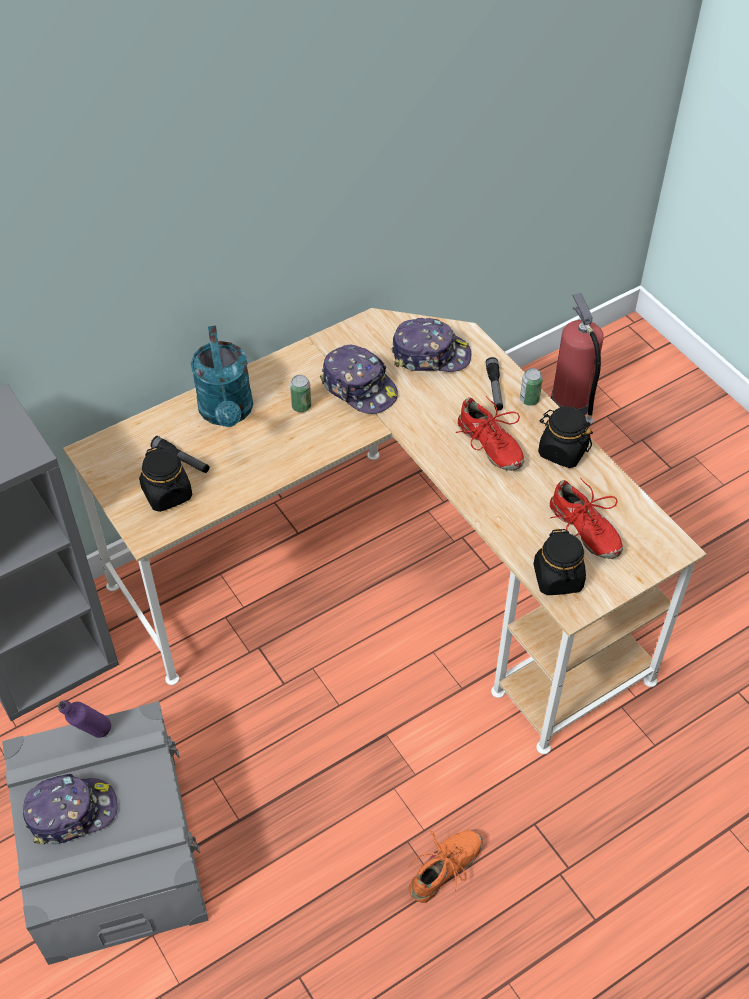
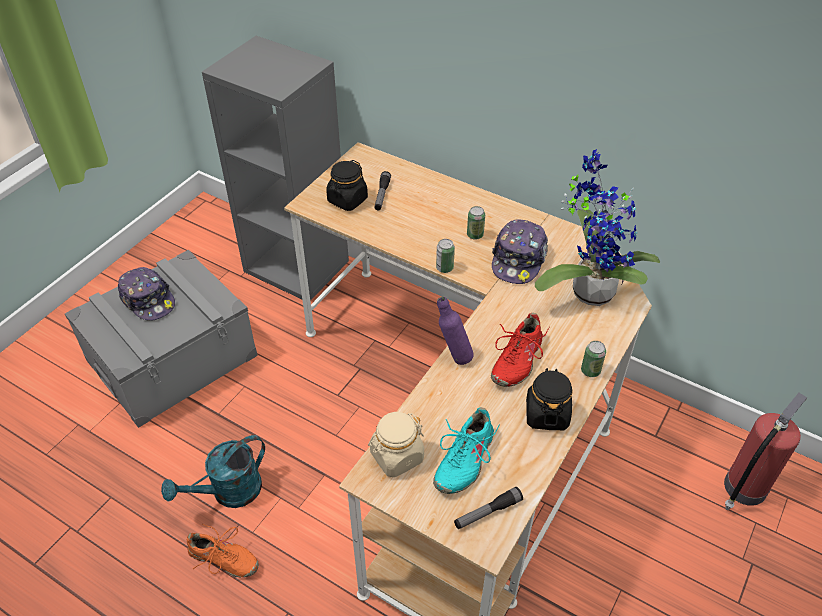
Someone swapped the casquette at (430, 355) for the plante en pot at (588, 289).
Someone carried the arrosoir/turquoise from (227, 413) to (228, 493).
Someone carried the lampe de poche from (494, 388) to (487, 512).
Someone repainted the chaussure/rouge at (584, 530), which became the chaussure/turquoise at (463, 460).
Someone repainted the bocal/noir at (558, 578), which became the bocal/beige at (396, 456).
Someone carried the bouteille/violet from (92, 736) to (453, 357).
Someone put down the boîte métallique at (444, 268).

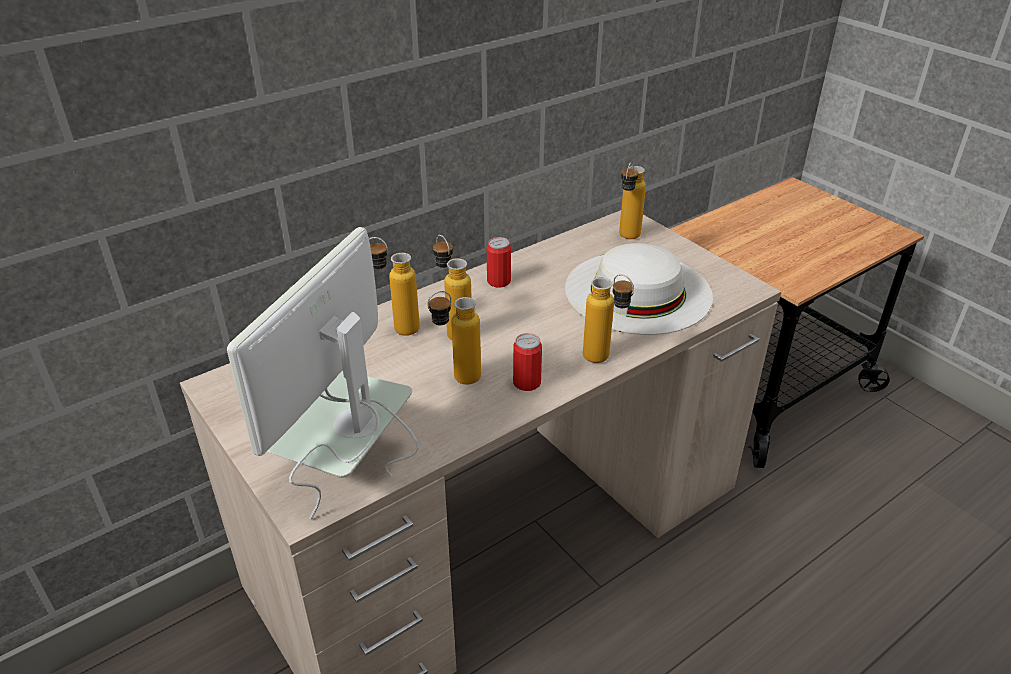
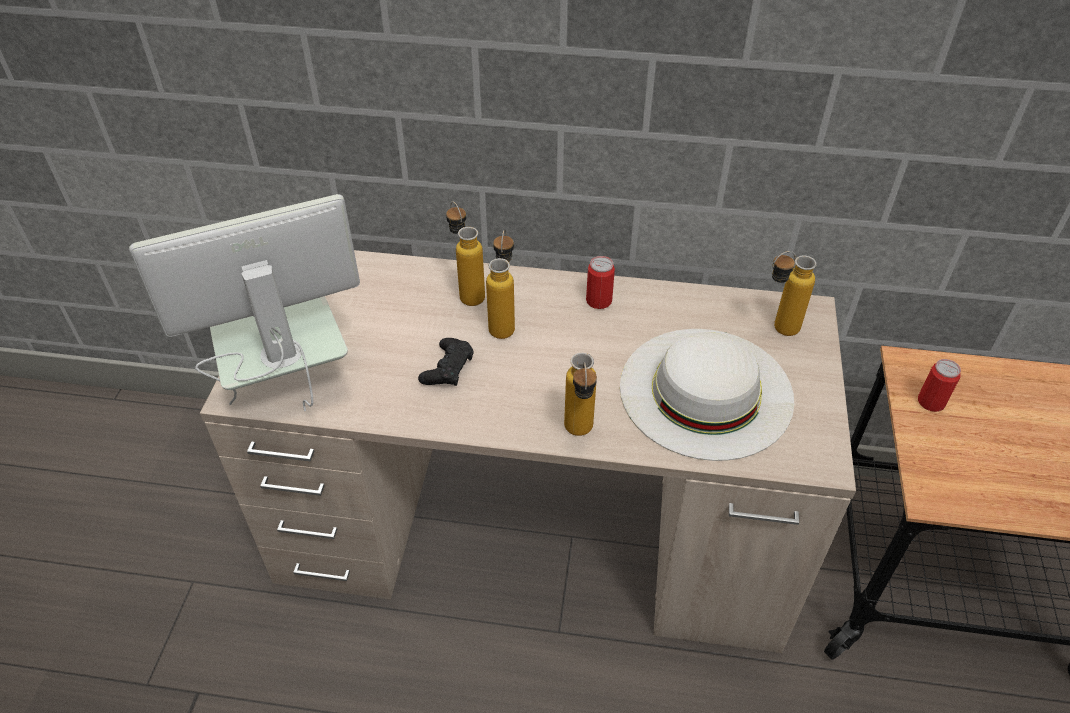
Someone swapped the bouteille at (456, 380) for the manette/noir at (448, 368).
Someone carried the boîte métallique from (526, 383) to (931, 402).

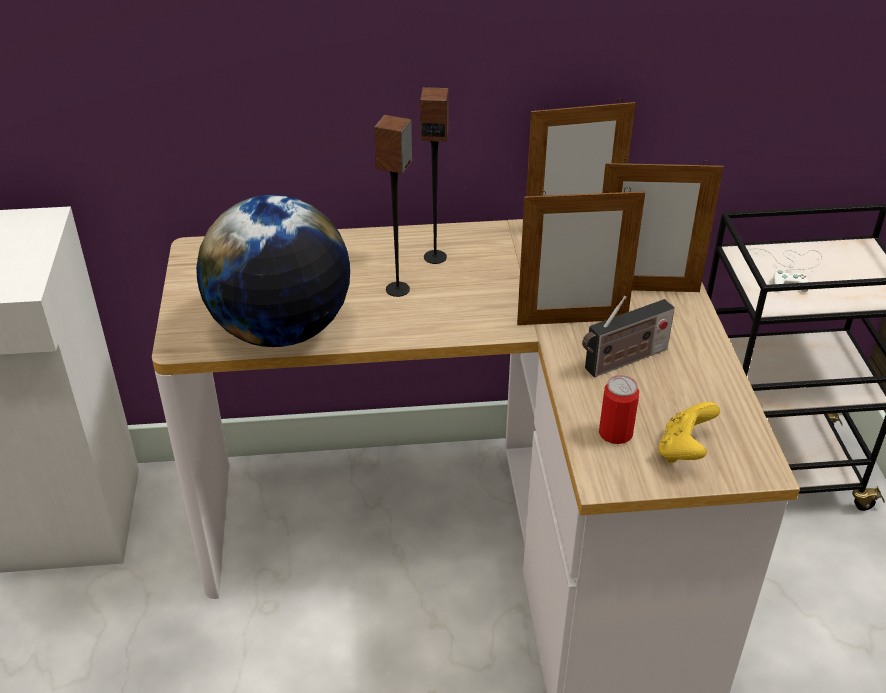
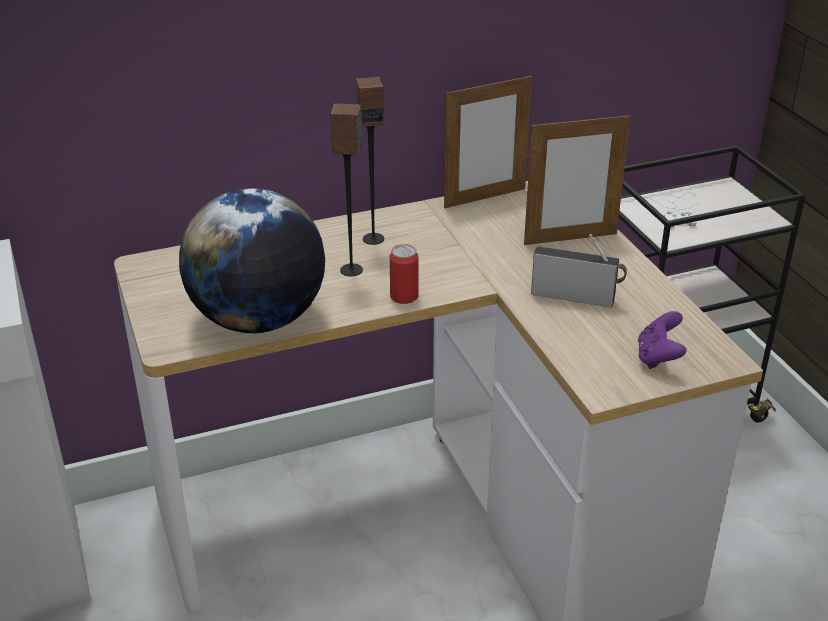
Someone took away the cadre photo at (572, 321).
Someone rotated the radio at (623, 361) by 120 degrees counterclockwise.
Someone carried the boîte métallique from (615, 433) to (404, 296).
Someone repainted the manette/jaune at (684, 450), which became the manette/violet at (658, 357).

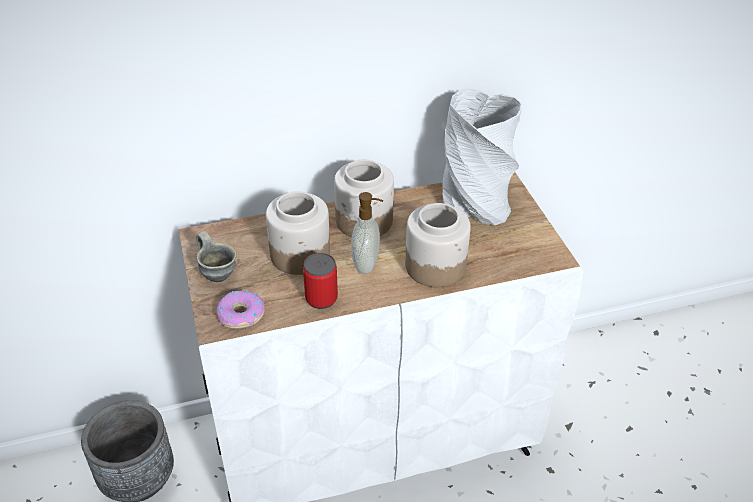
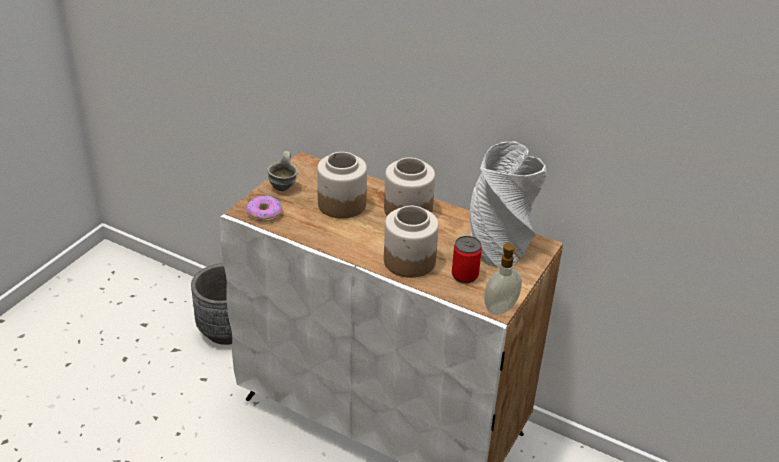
Someone carried the distributeur de savon from (367, 264) to (501, 309).
Someone carried the boîte métallique from (321, 298) to (464, 275).

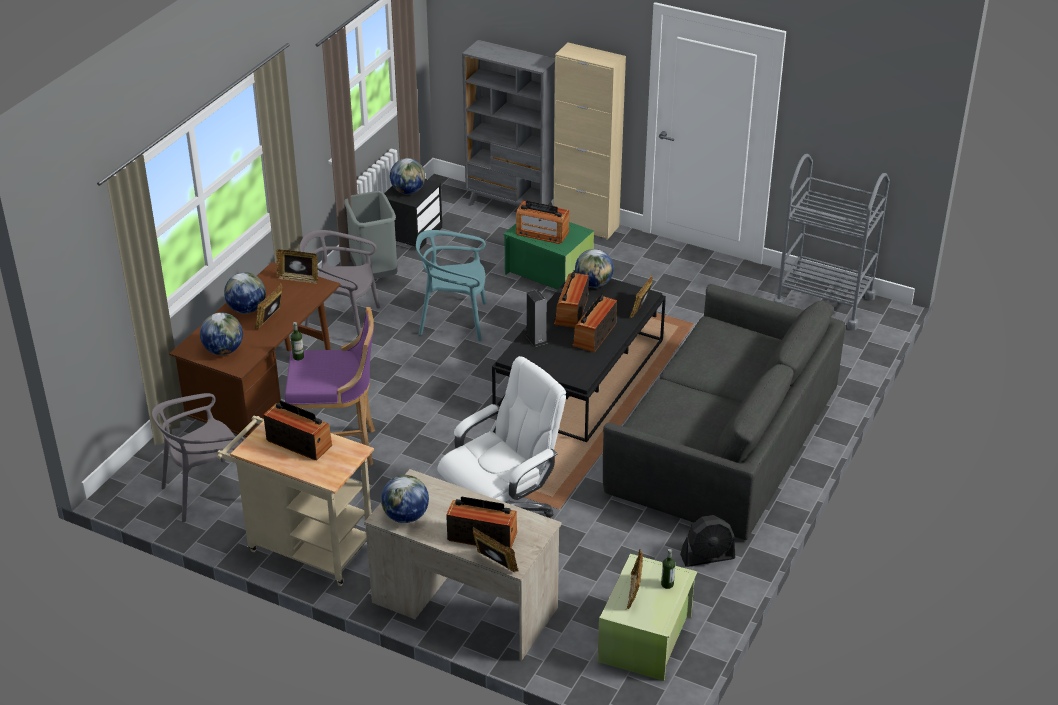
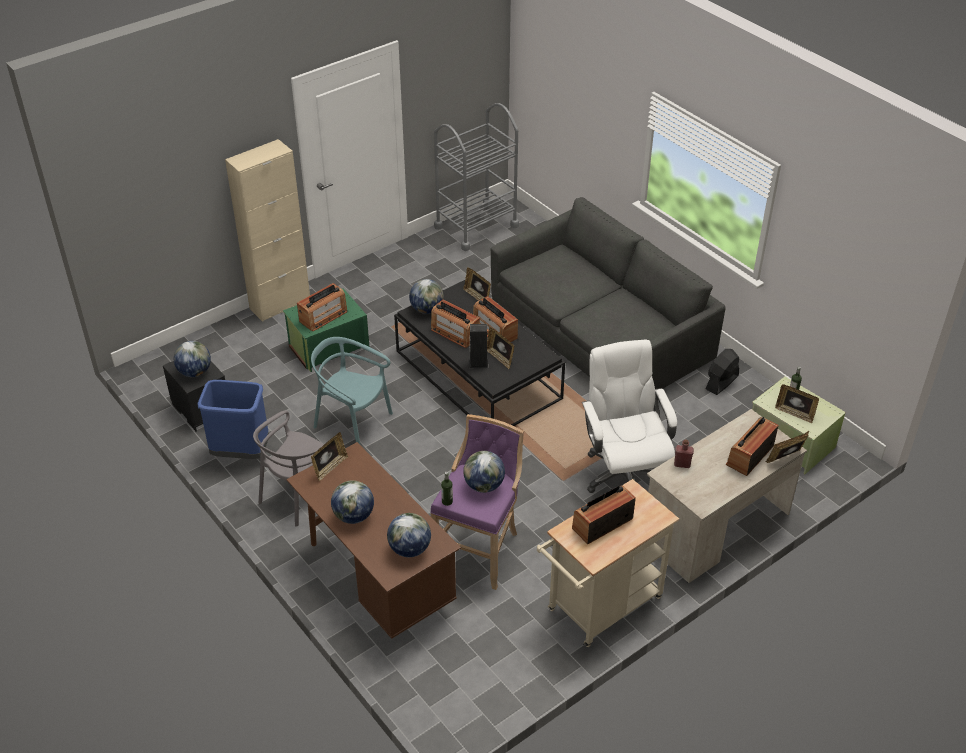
Someone took away the bibliothèque/gris at (511, 207).
Someone repainted the poubelle/gris at (374, 273), which became the poubelle/bleu at (241, 452).
Someone rotated the chaise/turquoise at (454, 321) by 90 degrees clockwise.
Someone carried the cadre photo from (271, 320) to (500, 358).
Someone took away the chaise/gris at (207, 492).
Someone carried the globe from (405, 516) to (484, 486).
Someone rotated the ventilateur/noir at (707, 557) by 150 degrees counterclockwise.
Someone put down the bouteille/rouge at (682, 464).

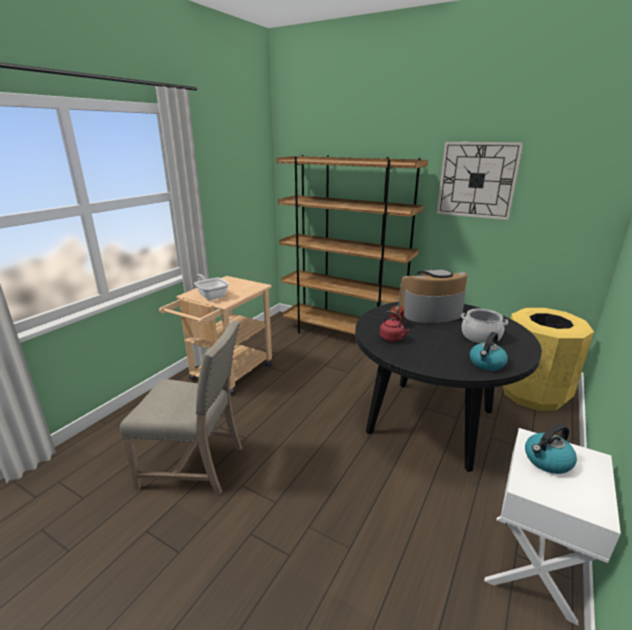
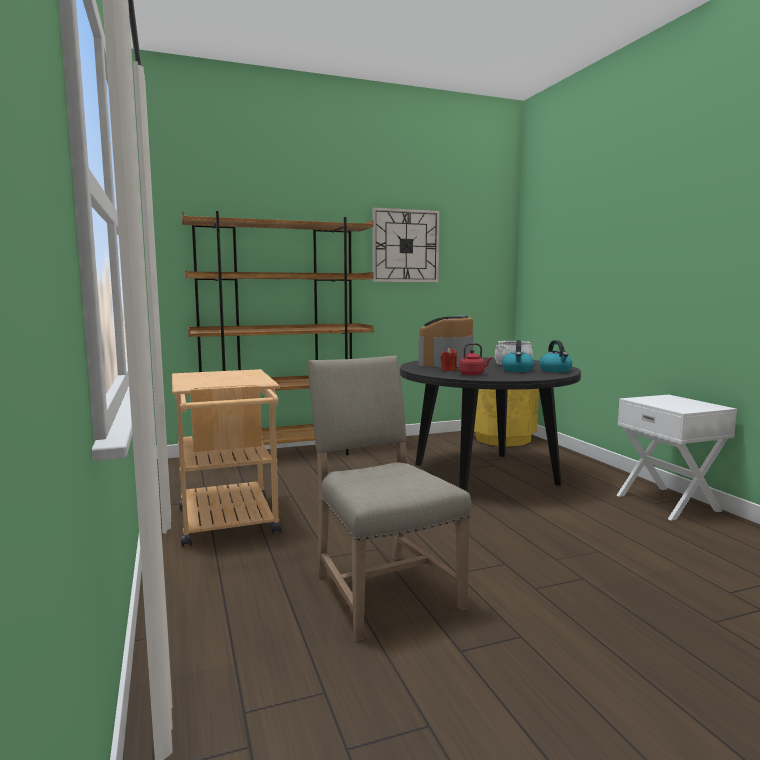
Someone took away the poêle at (212, 295).
Someone rotated the chaise/beige at (196, 465) by 75 degrees counterclockwise.
Someone carried the bouilloire from (547, 461) to (517, 370).

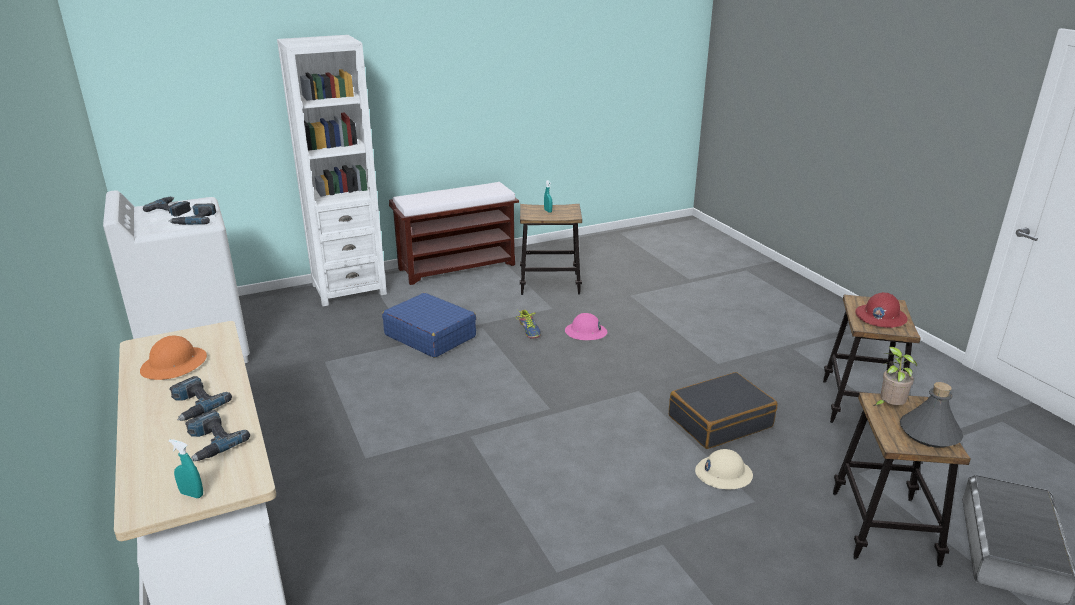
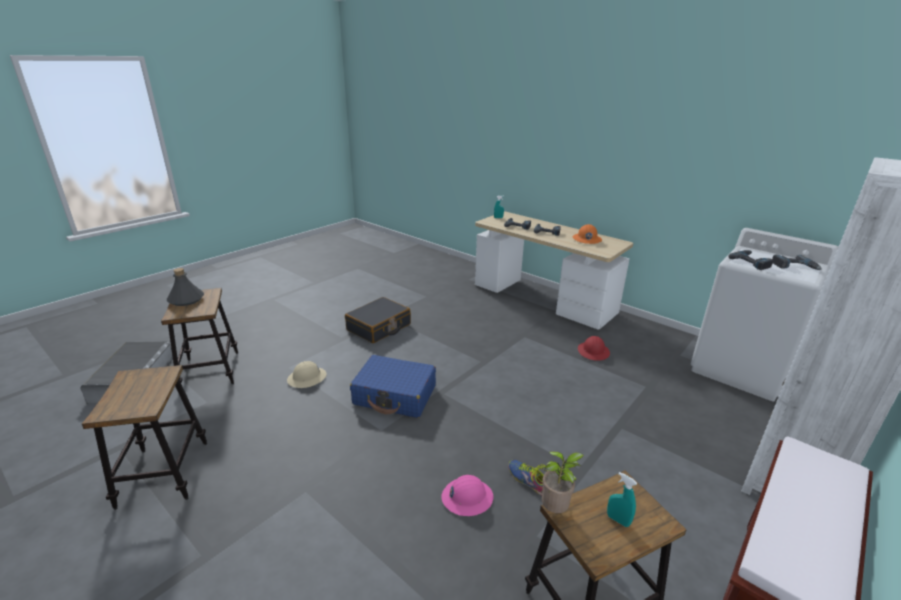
Someone carried the casque de chantier/rouge from (880, 317) to (593, 352).
Someone carried the valise/bleu from (430, 335) to (395, 395).
Someone carried the plante en pot from (888, 407) to (556, 510).
Someone carried the valise/noir from (719, 421) to (379, 327).

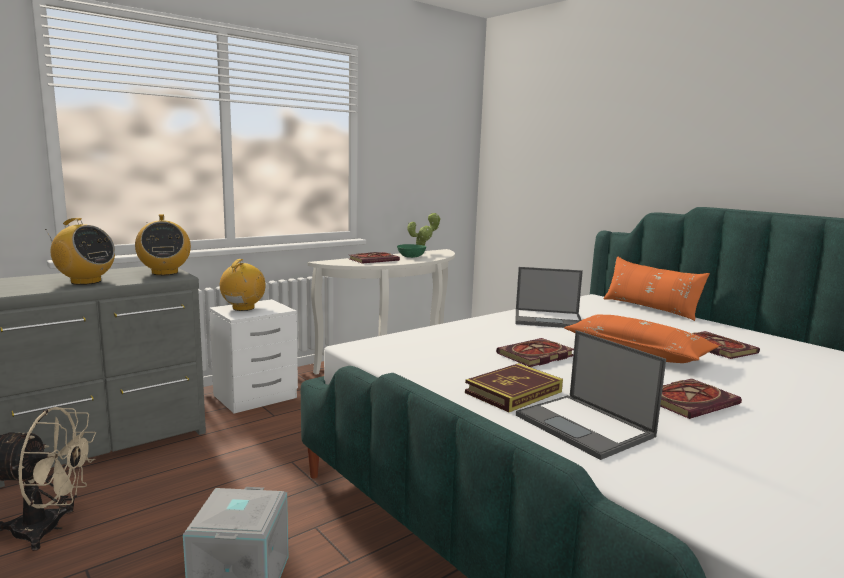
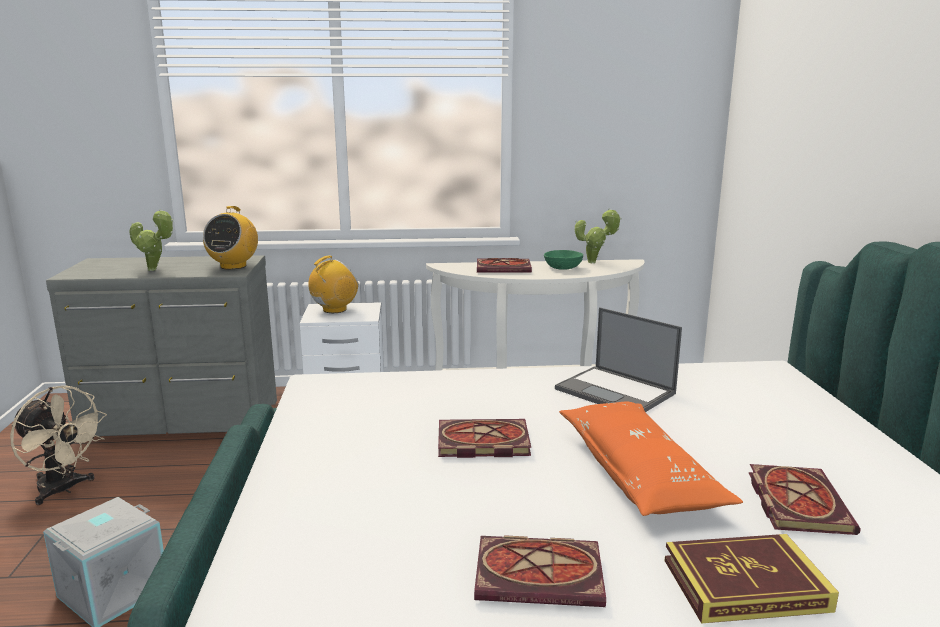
Someone swapped the radio at (85, 282) for the plante en pot at (155, 270).
Someone took away the coussin/orange at (650, 308).
Someone took away the ordinateur portable at (585, 426).
Someone carried the livre from (513, 392) to (745, 585).

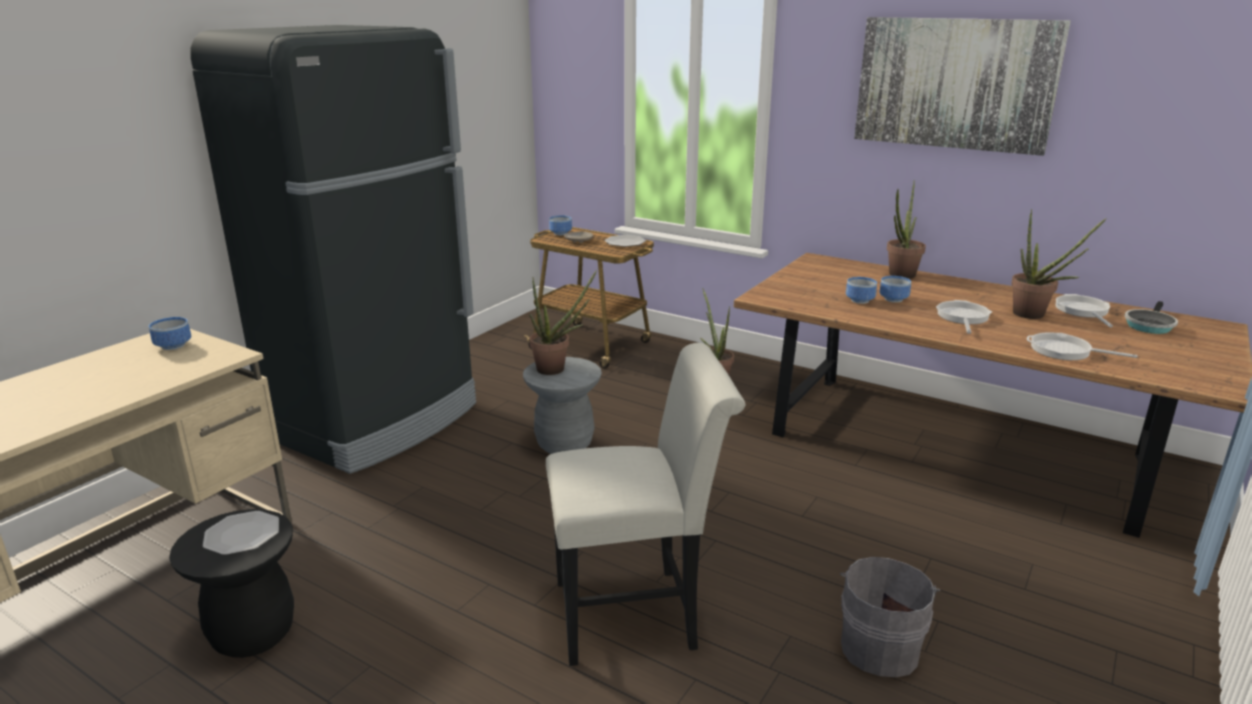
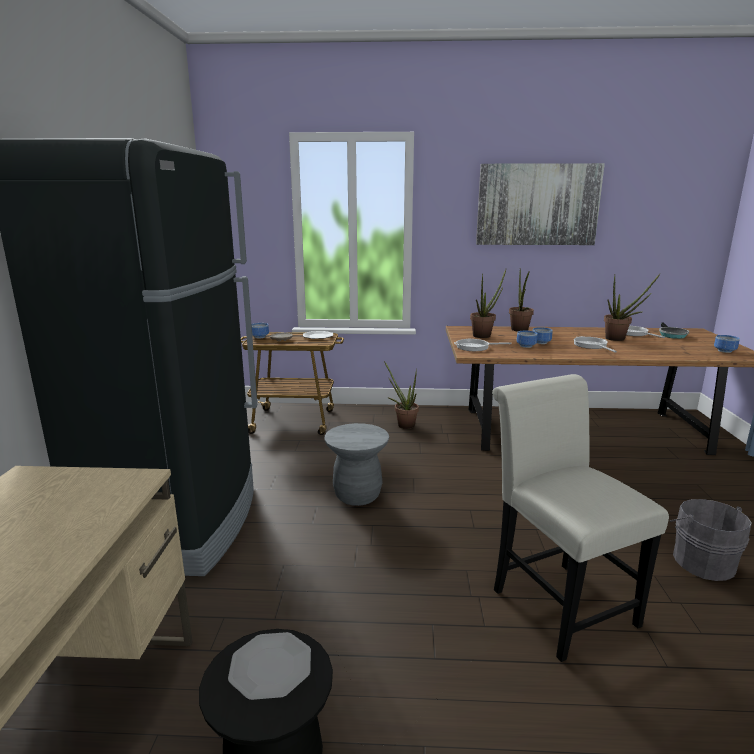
Someone carried the plante en pot from (557, 369) to (484, 335).
Someone carried the bol from (172, 346) to (725, 351).
Someone carried the poêle from (1065, 351) to (475, 347).
Someone rotated the chaise/blanc at (637, 613) by 75 degrees counterclockwise.

